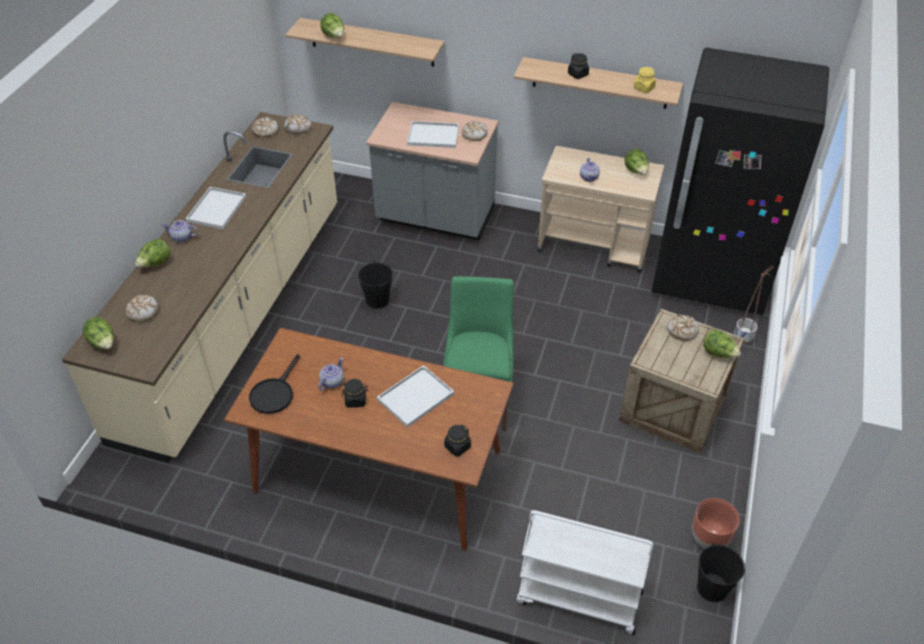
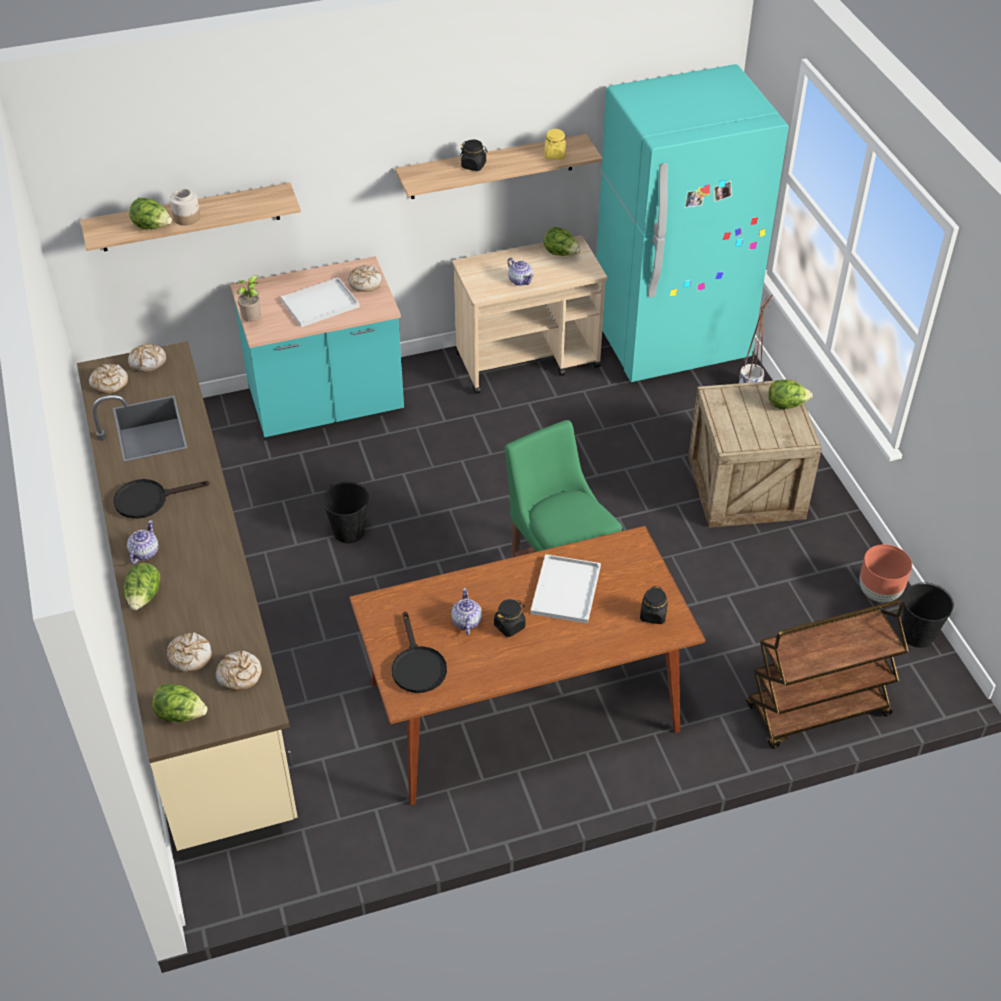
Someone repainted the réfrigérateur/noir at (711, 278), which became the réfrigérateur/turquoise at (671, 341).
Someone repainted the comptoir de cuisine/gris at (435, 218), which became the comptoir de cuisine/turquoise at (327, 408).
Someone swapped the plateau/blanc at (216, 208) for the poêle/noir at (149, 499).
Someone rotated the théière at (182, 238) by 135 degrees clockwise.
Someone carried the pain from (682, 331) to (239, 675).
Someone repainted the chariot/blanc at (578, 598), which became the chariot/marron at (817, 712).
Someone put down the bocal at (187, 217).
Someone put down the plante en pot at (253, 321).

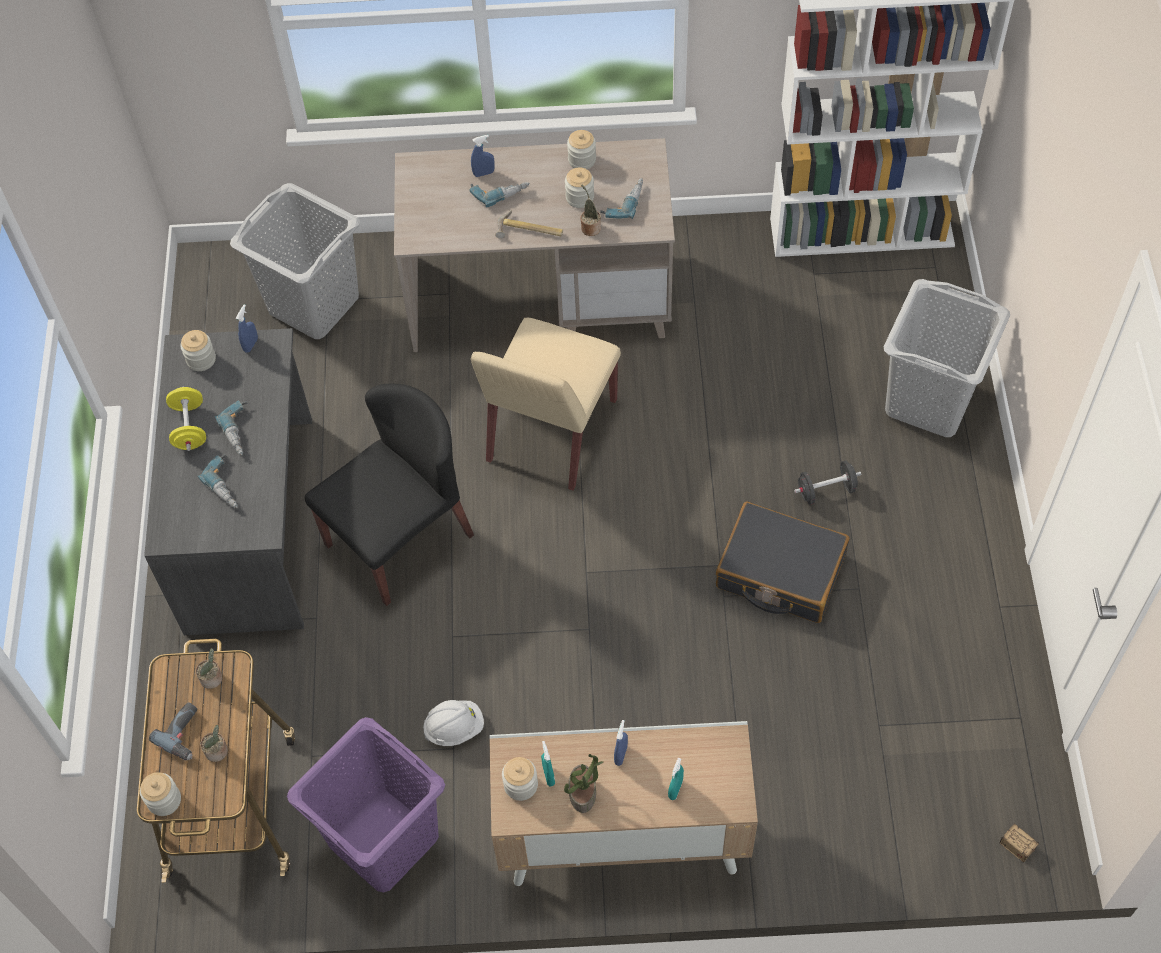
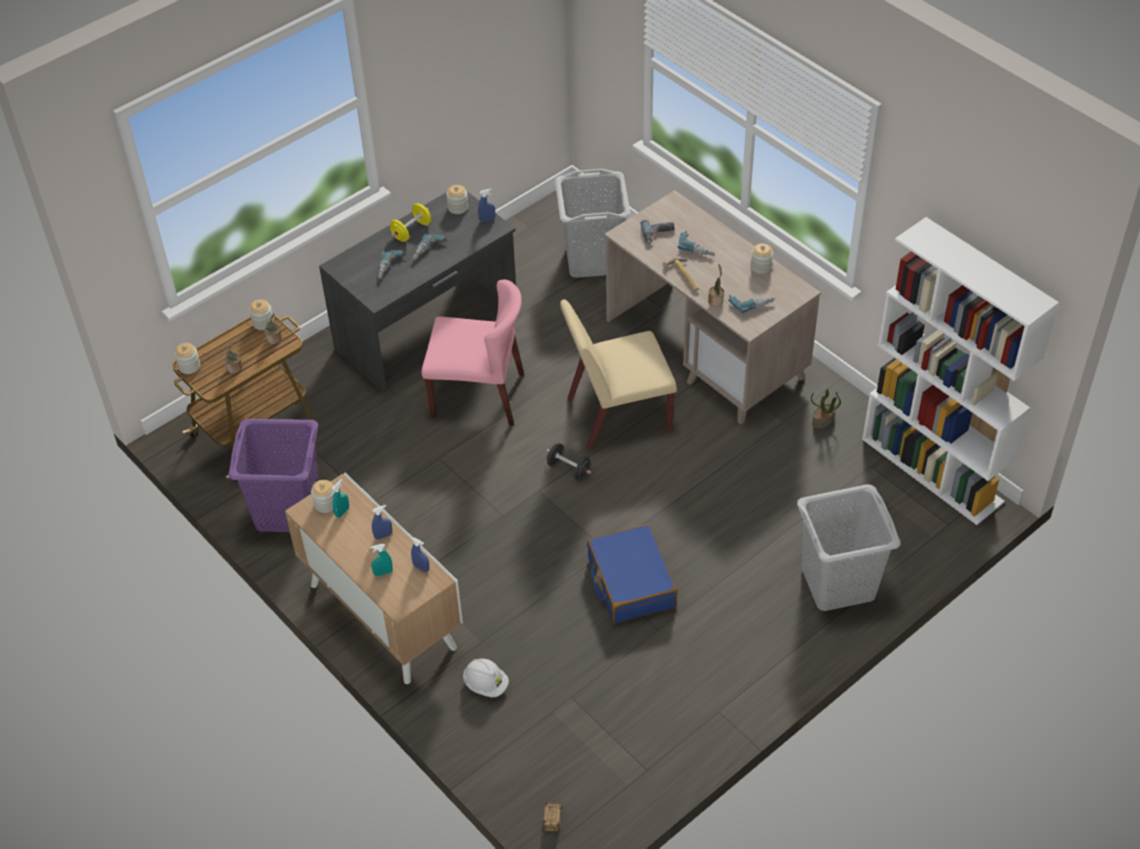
Someone carried the vaporisateur/bleu from (483, 173) to (421, 567).
Someone carried the bocal from (580, 197) to (263, 323).
Someone repainted the chaise/noir at (400, 539), which became the chaise/rose at (479, 395).
Someone carried the haltère/noir from (826, 490) to (569, 469).
Someone repainted the valise/noir at (780, 572), which became the valise/bleu at (630, 583).
Someone carried the casque de chantier/blanc from (454, 728) to (486, 684).
Someone carried the perceuse from (185, 733) to (658, 234).
Someone carried the plante en pot from (583, 793) to (823, 421).

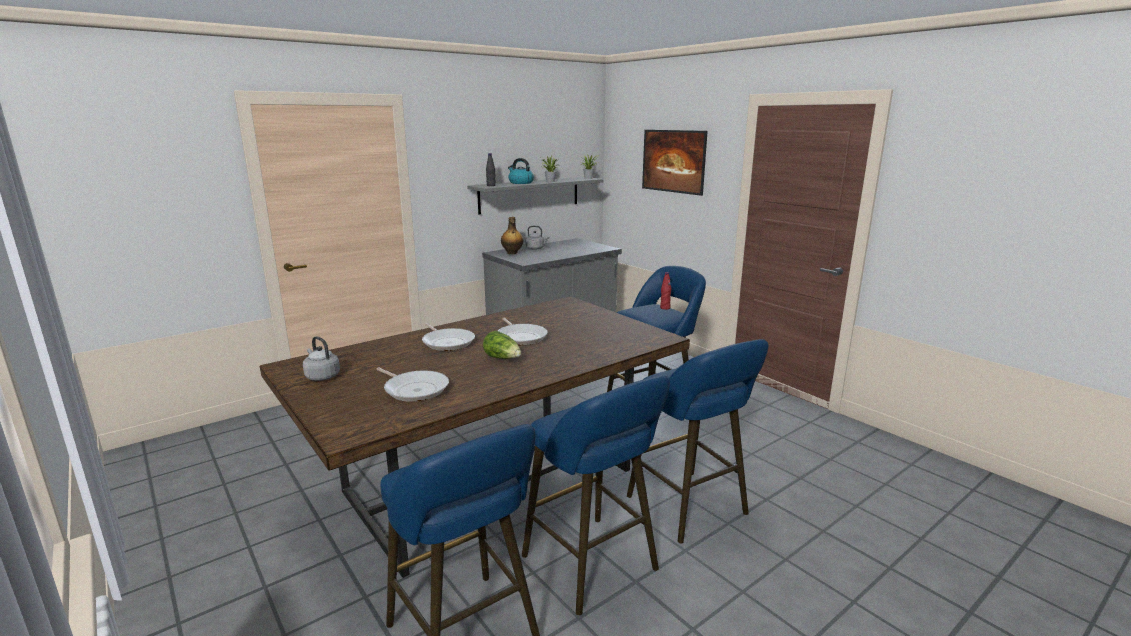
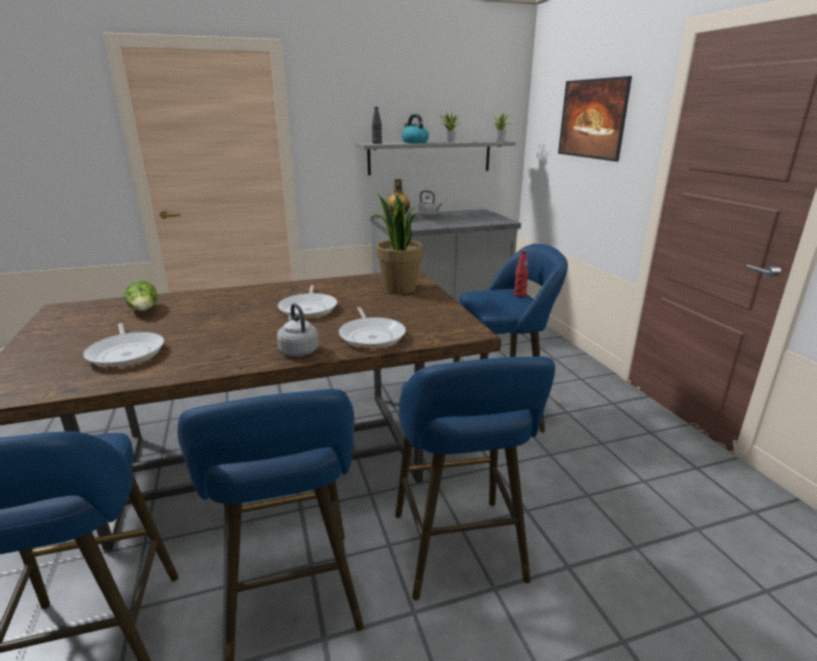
Someone carried the poêle from (447, 342) to (372, 336).
Someone carried the laitue from (503, 358) to (144, 310).
Someone carried the bouilloire/gris from (321, 376) to (298, 350).
Someone put down the plante en pot at (399, 288).

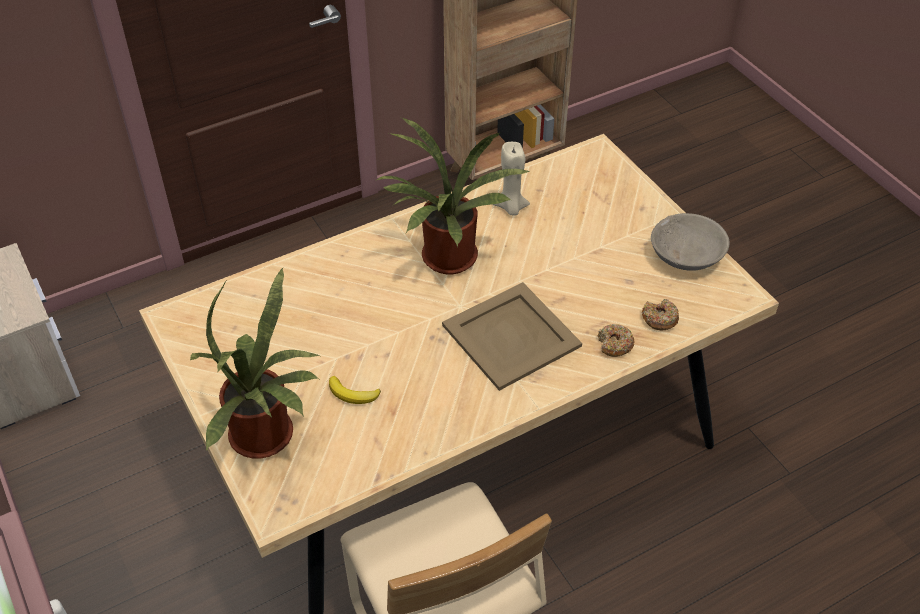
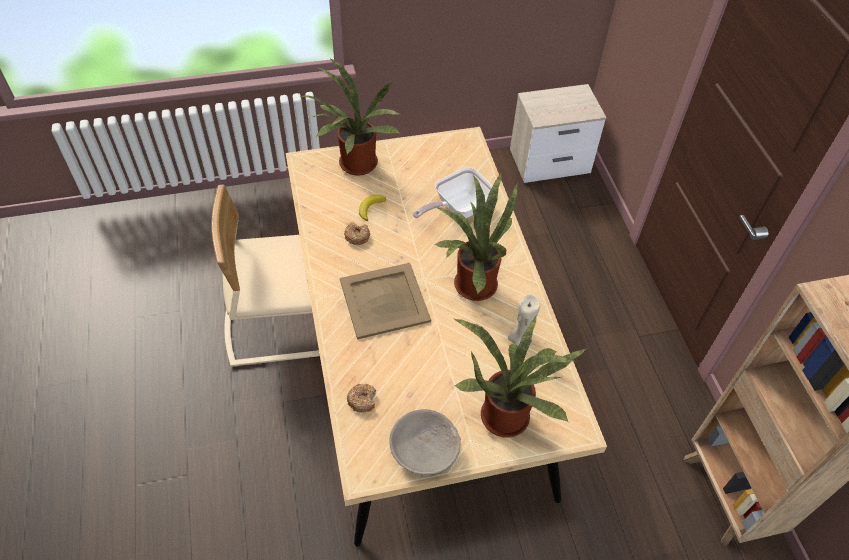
Someone carried the beignet from (614, 345) to (357, 236).
Someone put down the poêle at (458, 209).
Someone put down the plante en pot at (507, 413).

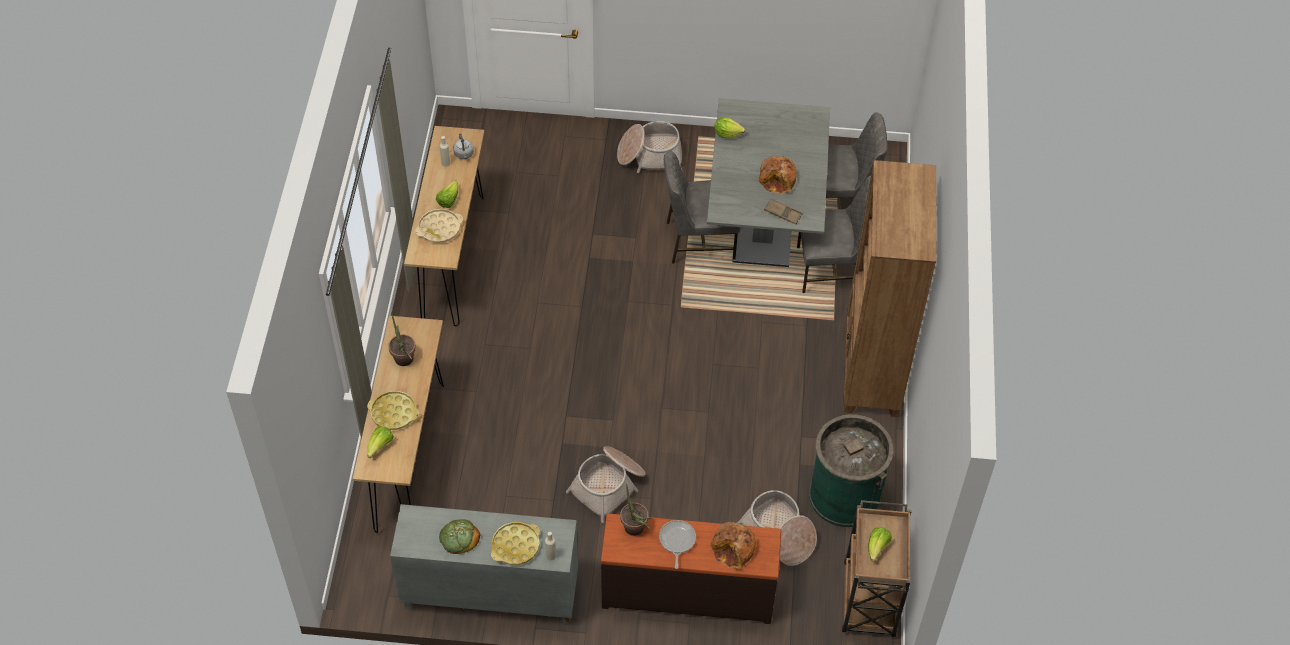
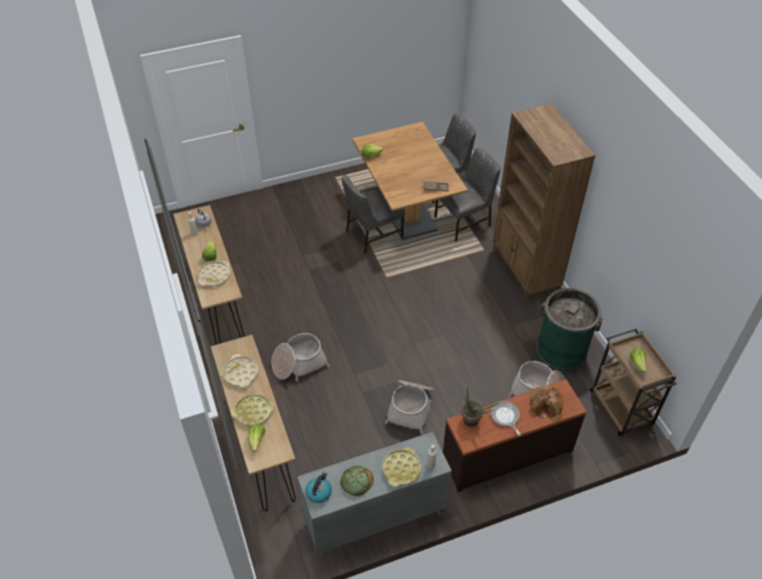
Someone repainted the table à manger/gris at (763, 225), which became the table à manger/marron at (406, 212).
Someone carried the panier from (650, 156) to (299, 363).
Someone took away the pain at (778, 179).
Someone swapped the plante en pot at (405, 362) for the plateau/beige at (241, 373).
Someone put down the bouilloire at (319, 492).

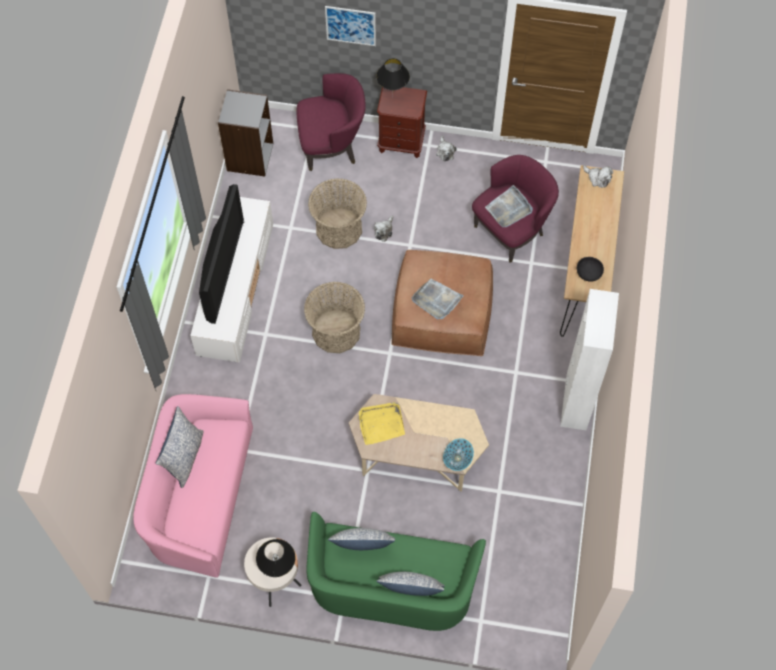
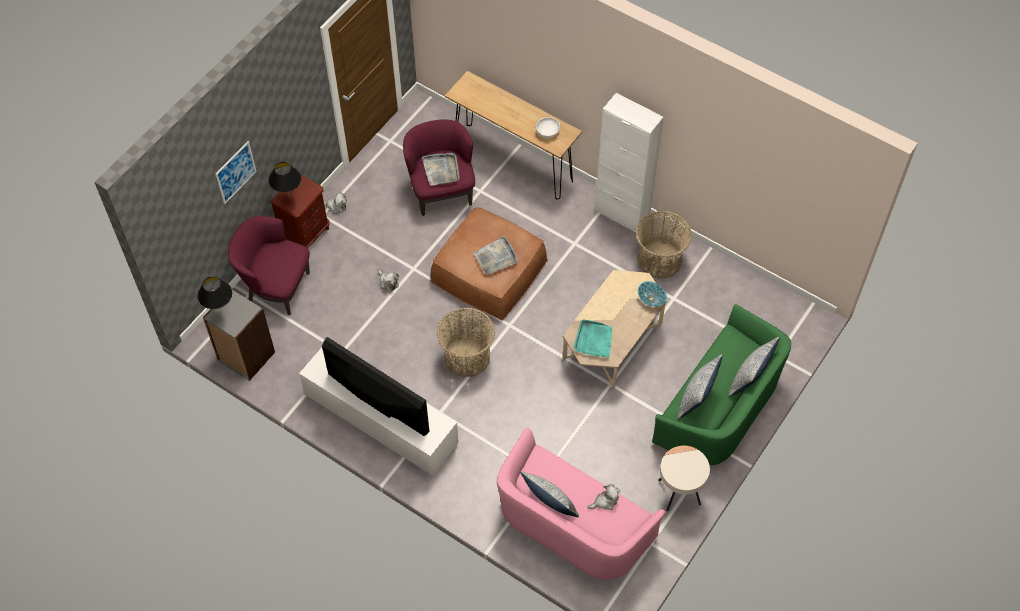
Someone rotated the fauteuil/violet at (332, 146) by 90 degrees counterclockwise.
Someone carried the peluche from (597, 178) to (605, 501).
Someone carried the panier from (339, 229) to (659, 259).
Someone repainted the bol/noir at (588, 273), which became the bol/blanc at (547, 132).
Someone repainted the plateau/jaune at (381, 424), which became the plateau/turquoise at (593, 340).
Someone carried the lampe de table/noir from (278, 570) to (221, 313).

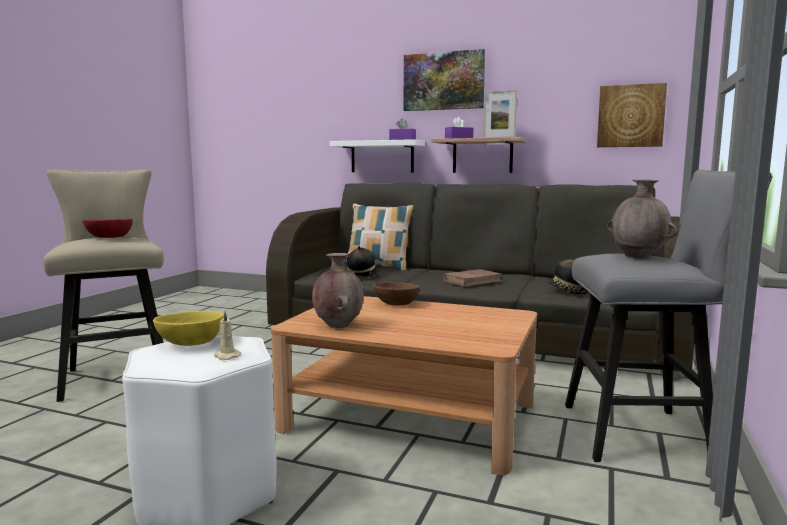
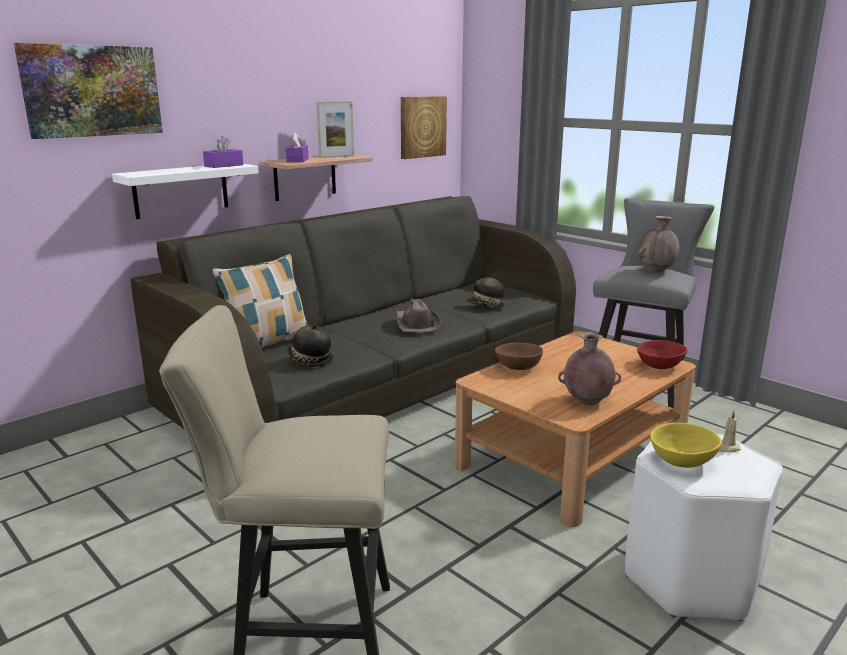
Someone carried the tableau from (443, 81) to (92, 91).
Someone carried the bol/rouge from (109, 237) to (660, 365).
Someone swapped the livre/marron at (473, 281) for the chapeau/marron at (416, 323).

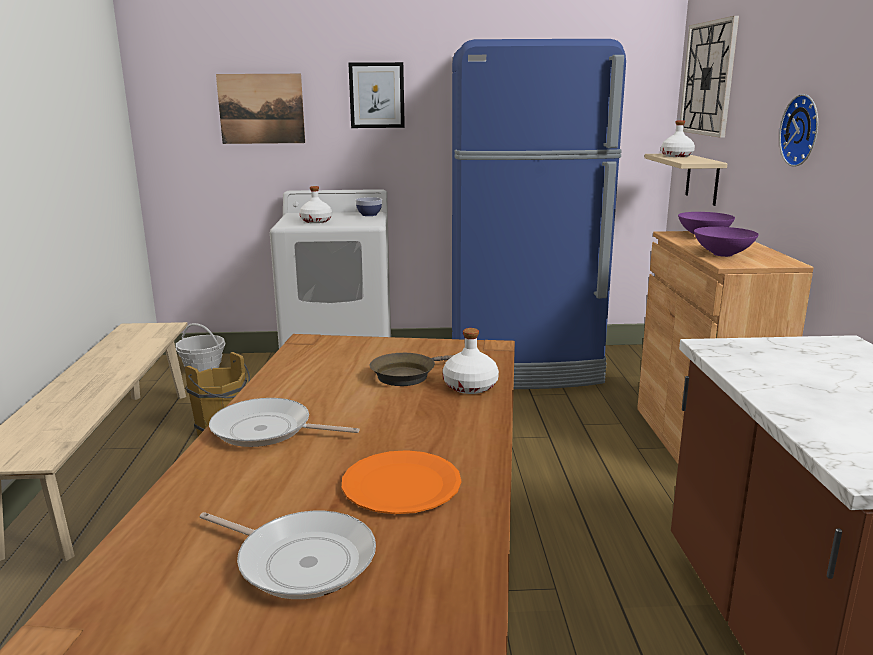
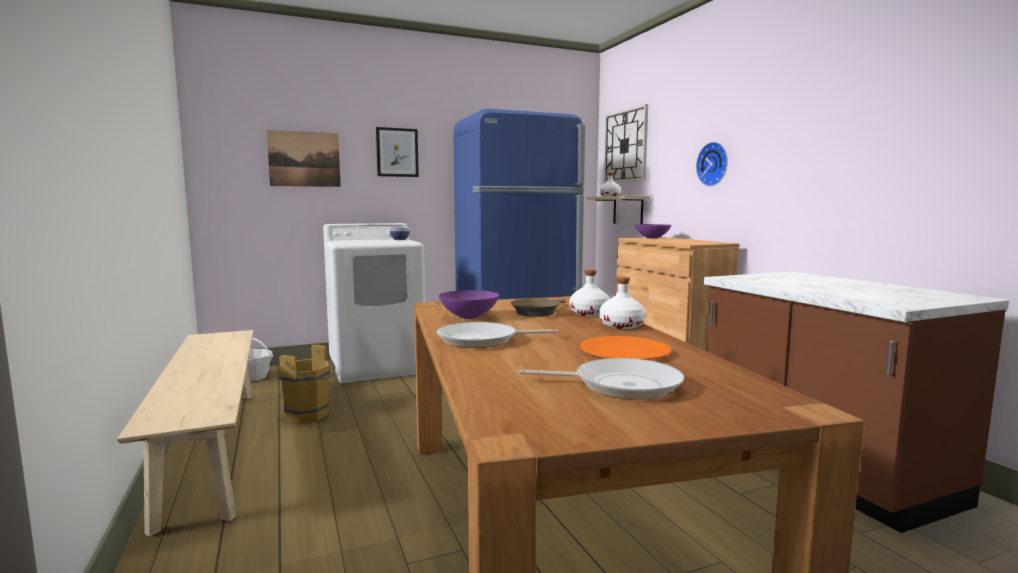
Someone carried the bouteille/blanc from (316, 221) to (622, 325).
Someone carried the bol/violet from (723, 254) to (469, 317).

